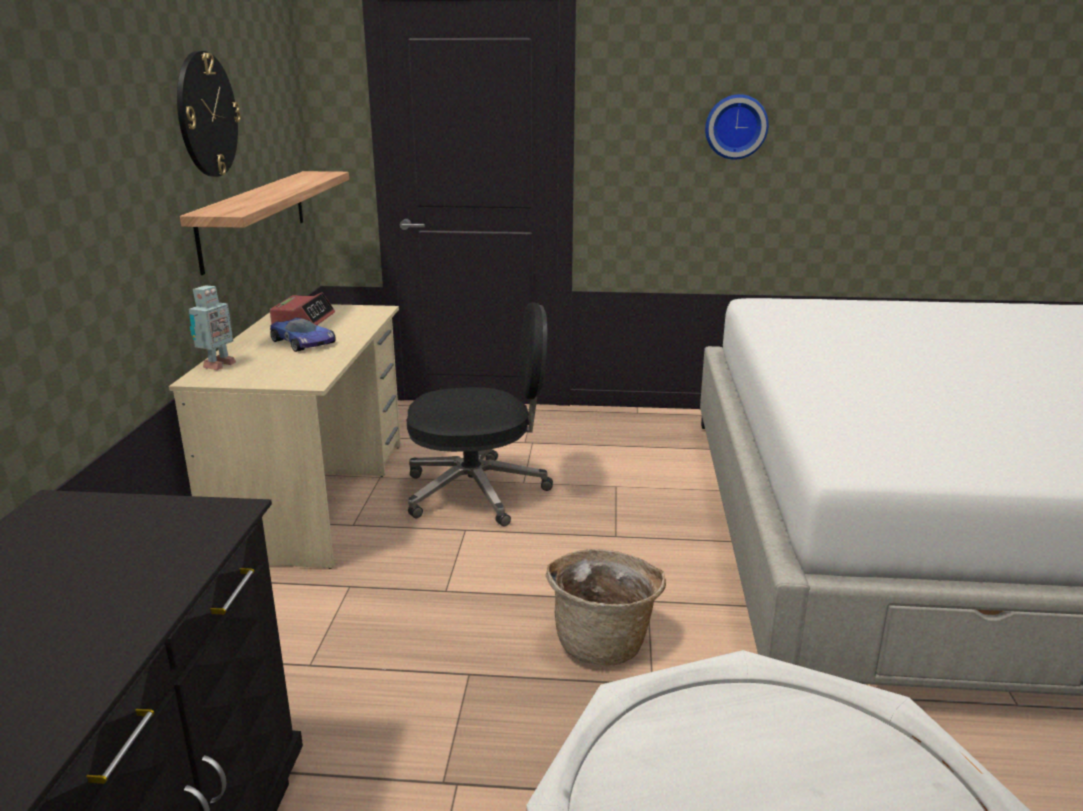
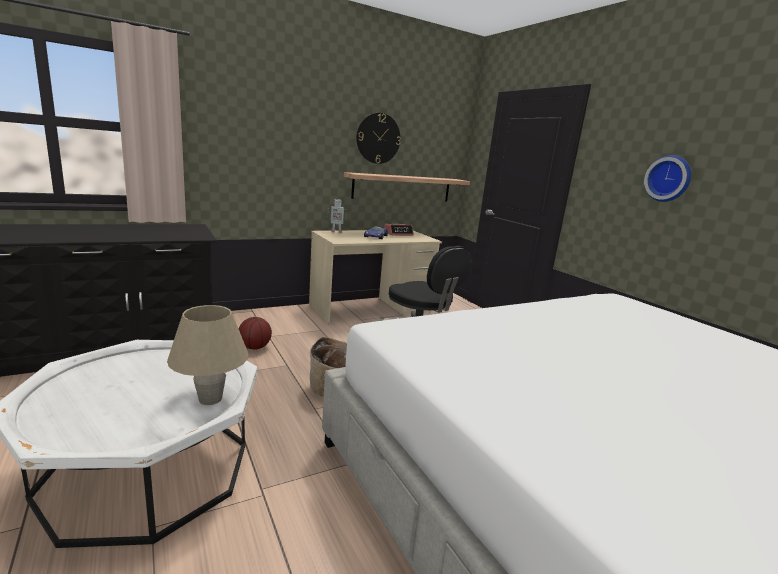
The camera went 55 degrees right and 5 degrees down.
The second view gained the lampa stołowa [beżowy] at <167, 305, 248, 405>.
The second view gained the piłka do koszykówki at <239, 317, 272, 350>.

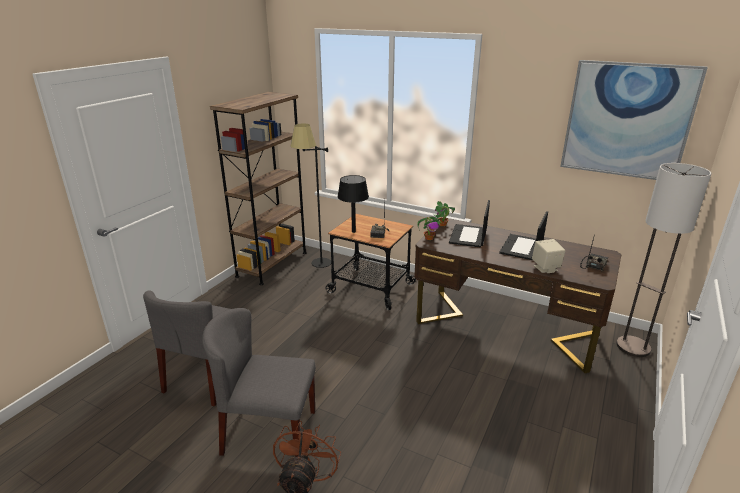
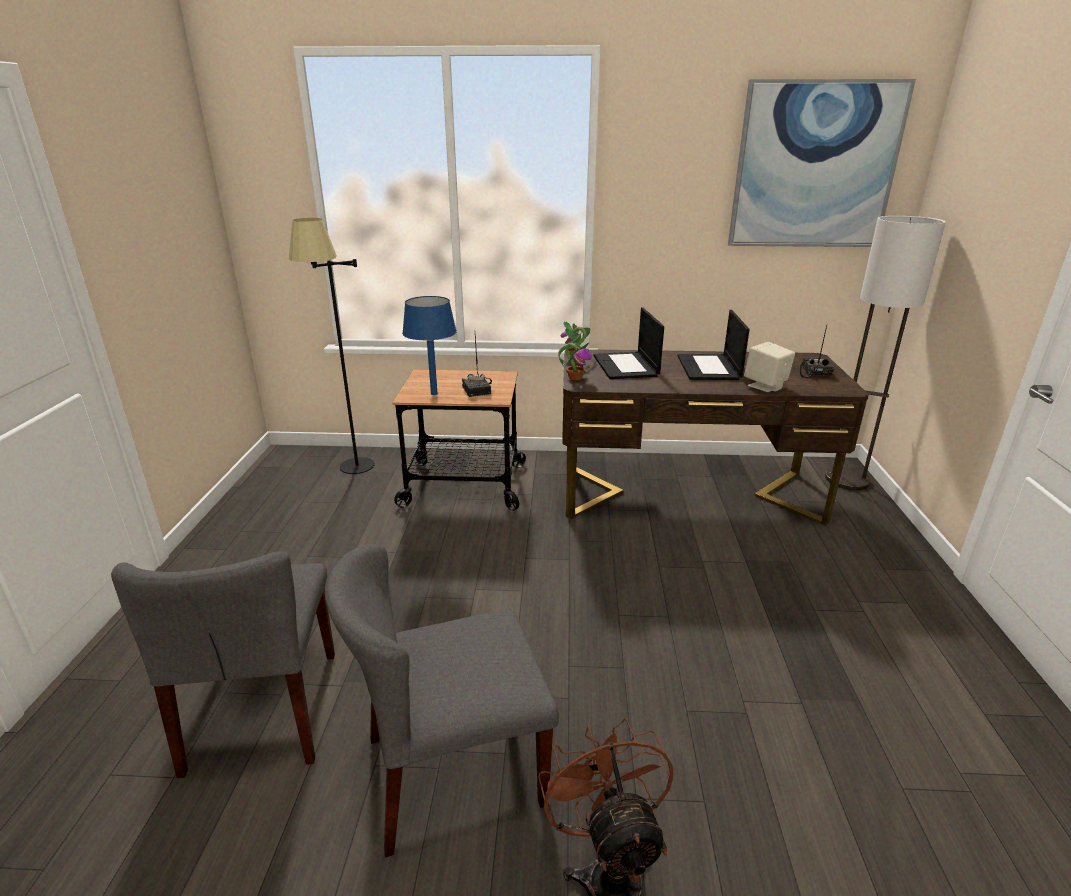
The camera went 25 degrees left and 0 degrees up.
The second view lost the regał [brązowy] at <210, 92, 307, 285>.
What was the lampa stołowa [czarny] at <338, 175, 369, 233> turned into the lampa stołowa [niebieski] at <402, 296, 457, 395>.

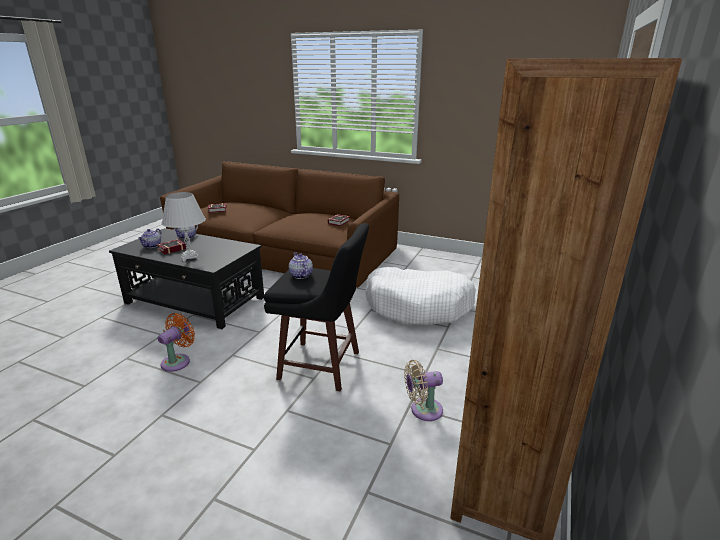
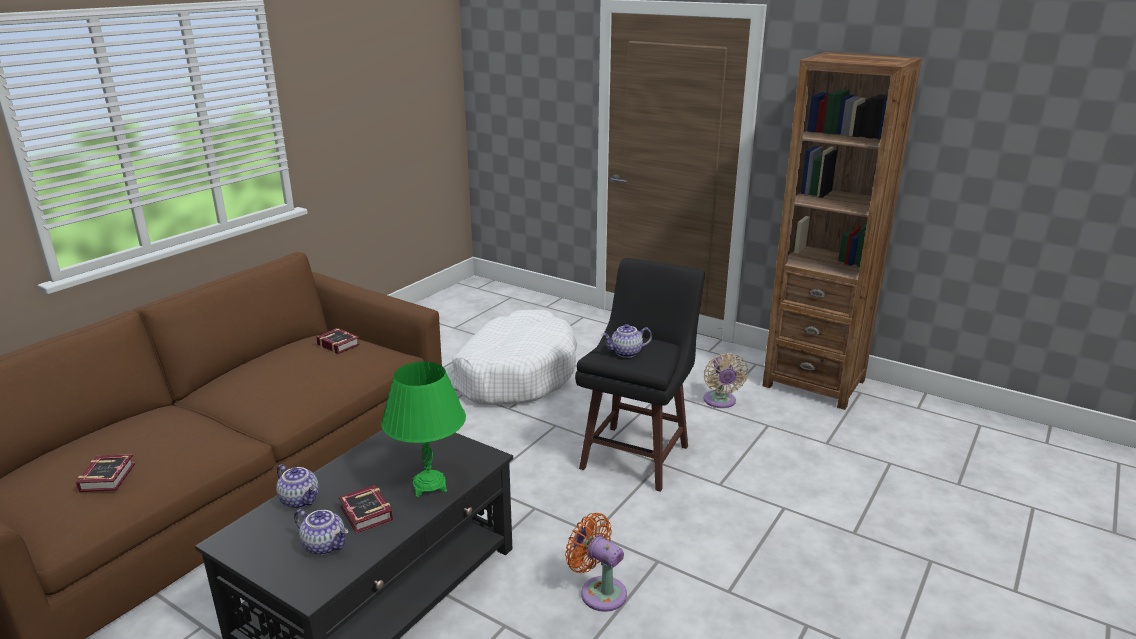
The camera went 80 degrees left and 0 degrees up.
What was the lampa stołowa [biały] at <162, 192, 206, 262> turned into the lampa stołowa [zielony] at <381, 362, 466, 497>.

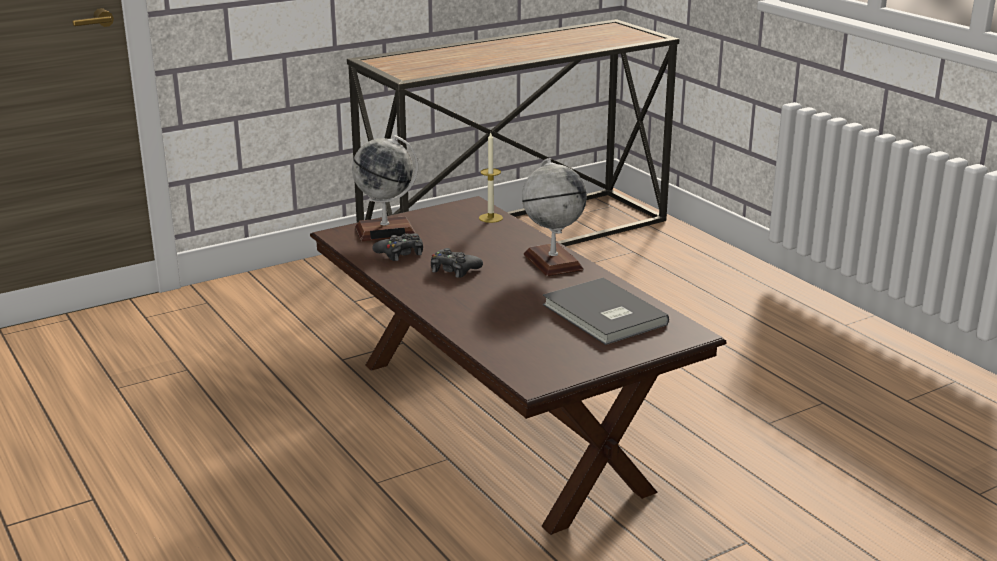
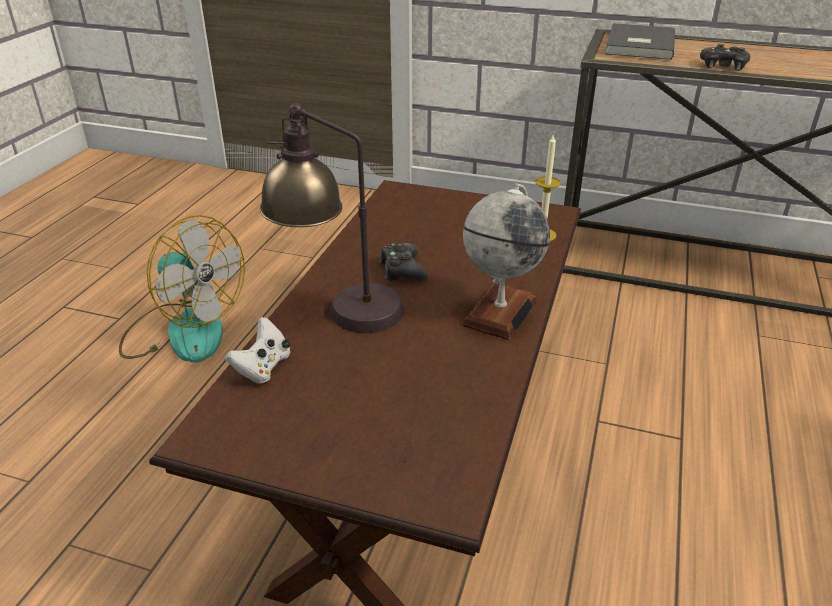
The camera went 50 degrees right and 10 degrees up.
The second view lost the globus at <352, 135, 418, 241>.
The second view gained the wentylator at <119, 215, 245, 363>.
The second view gained the pad do gier [biały] at <225, 317, 290, 384>.
The second view gained the lampa stołowa at <260, 103, 404, 333>.
The pad do gier [czarny] ended up elsewhere, having gone from <372, 233, 423, 261> to <700, 44, 750, 71>.
The książka [szary] ended up elsewhere, having gone from <543, 278, 669, 345> to <605, 23, 675, 60>.

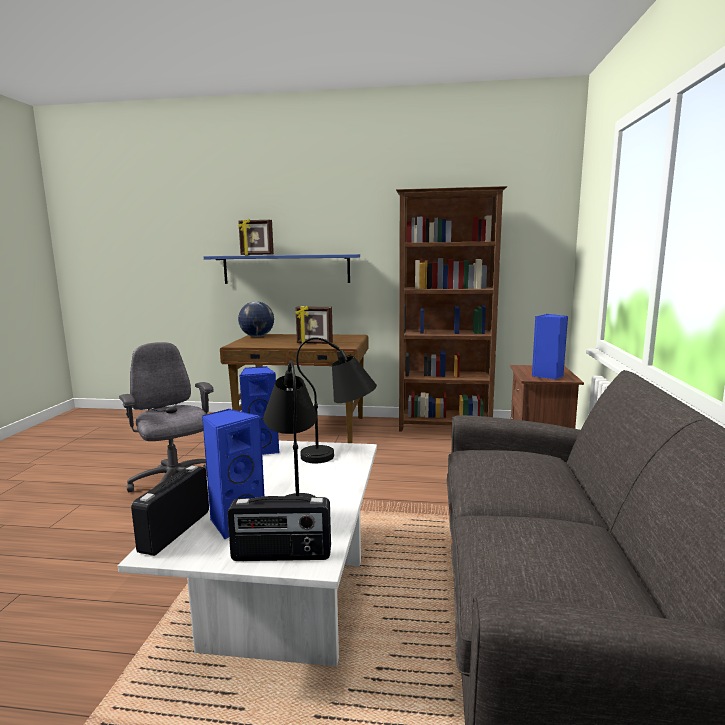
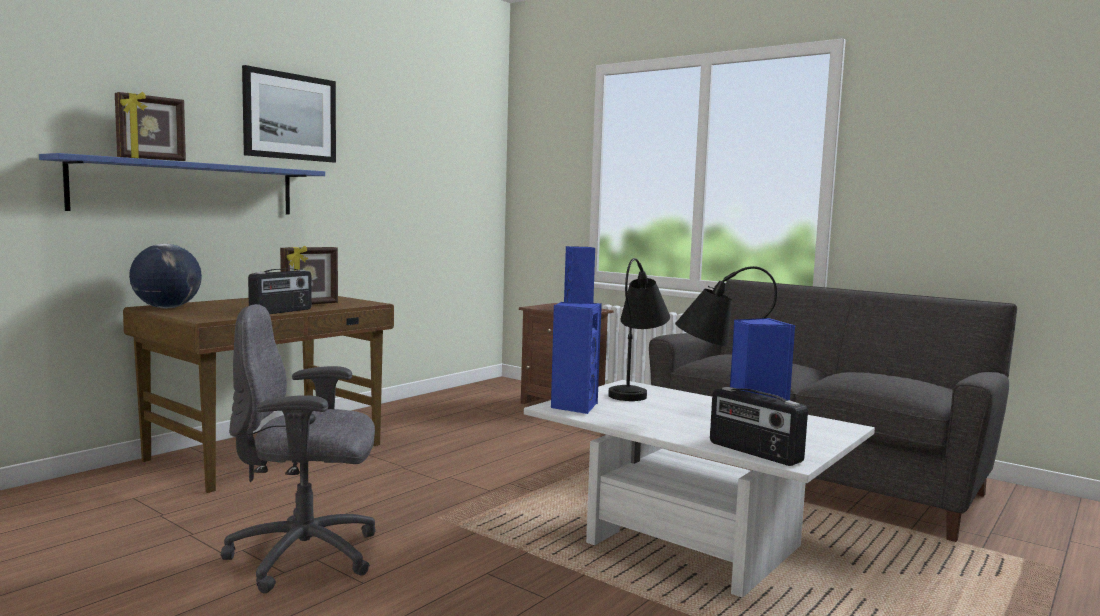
The camera went 60 degrees left and 5 degrees down.
The second view lost the regał [brązowy] at <396, 186, 507, 432>.
The second view gained the obraz at <242, 65, 336, 162>.
The radio ended up elsewhere, having gone from <227, 496, 331, 561> to <248, 268, 312, 314>.

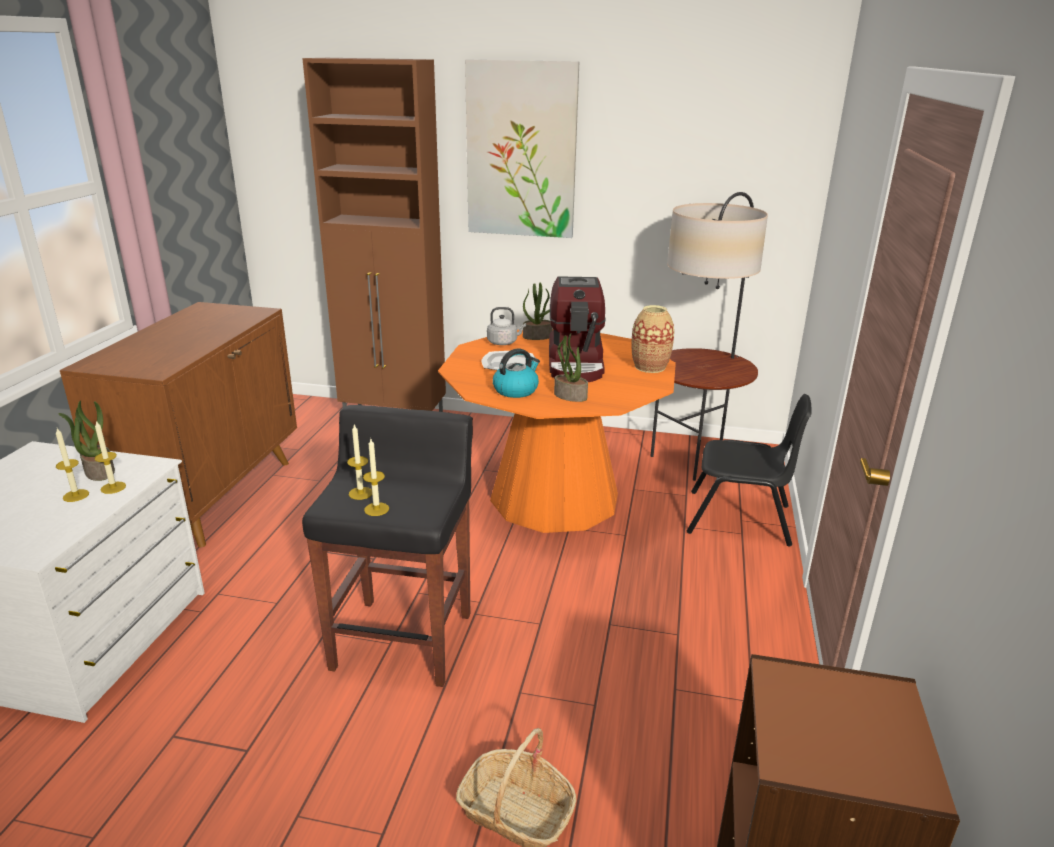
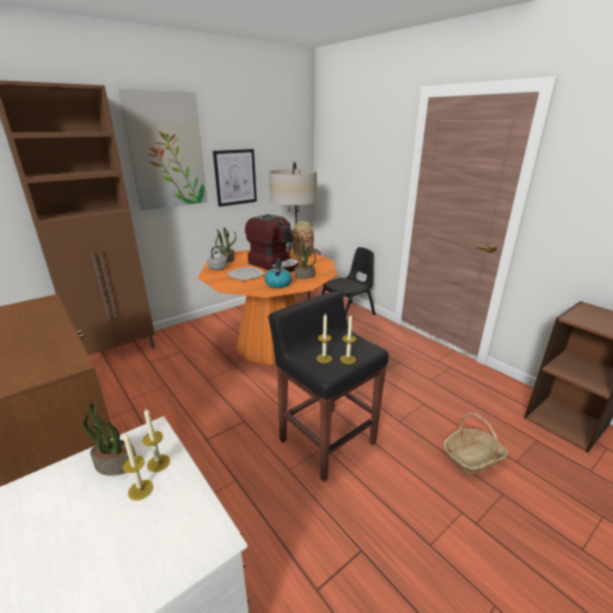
The camera went 50 degrees left and 0 degrees up.
The second view gained the obraz at <213, 149, 257, 207>.

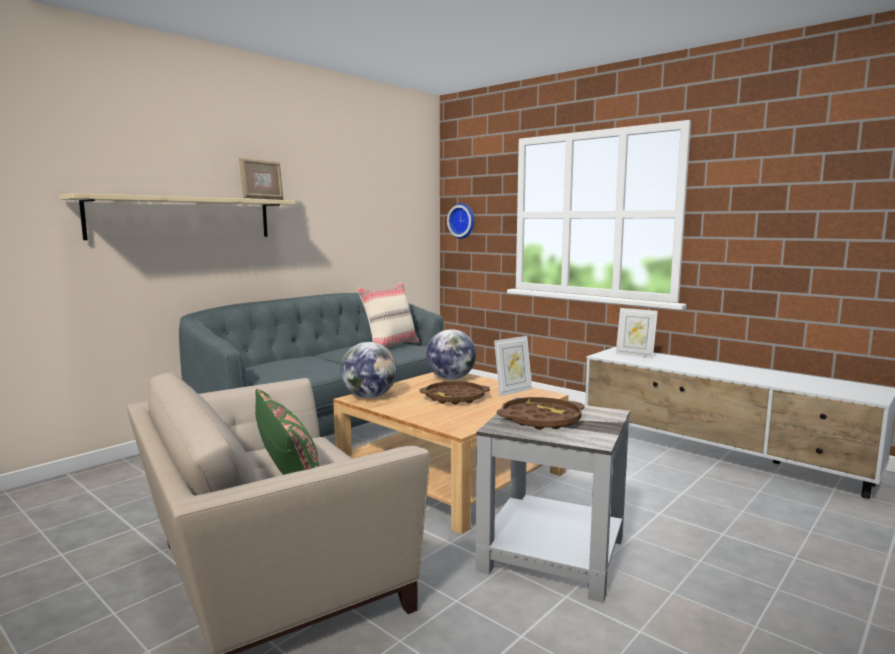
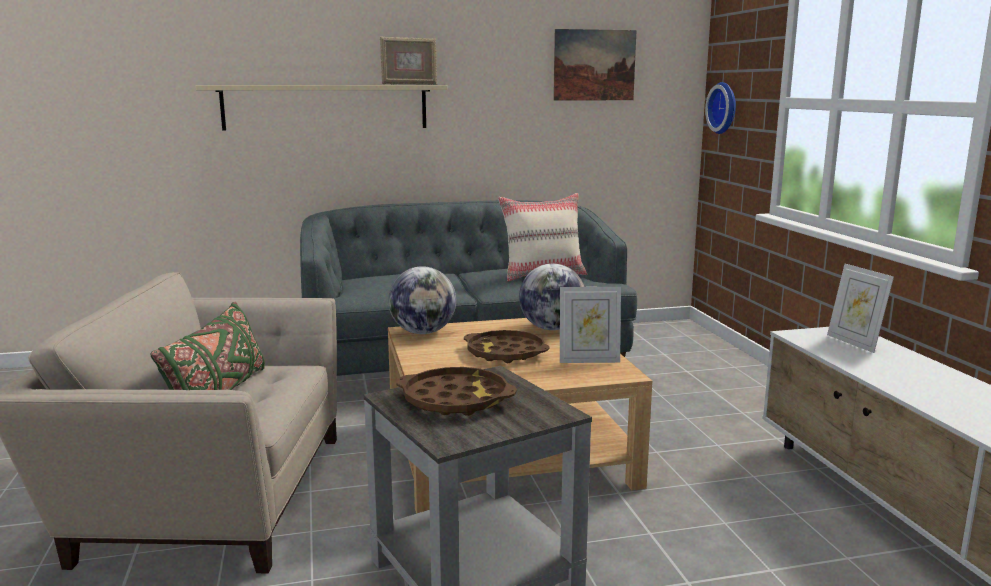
The camera went 35 degrees right and 5 degrees up.
The second view gained the obraz at <553, 29, 637, 101>.

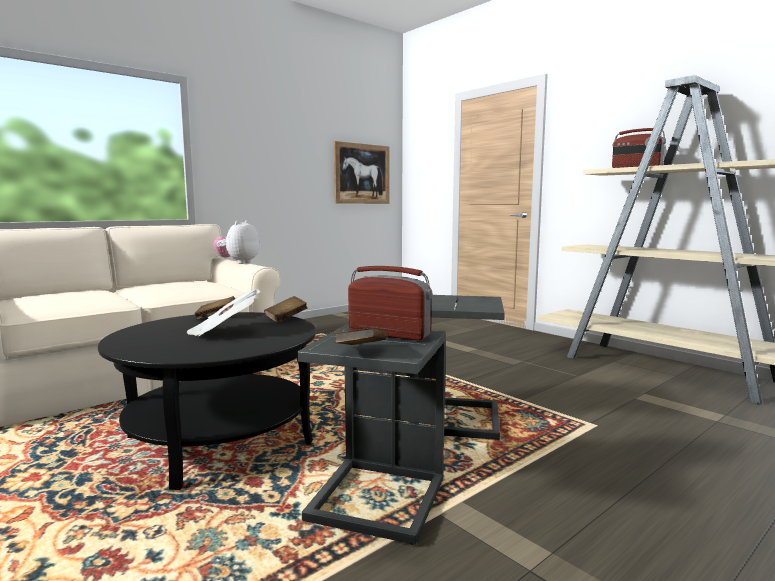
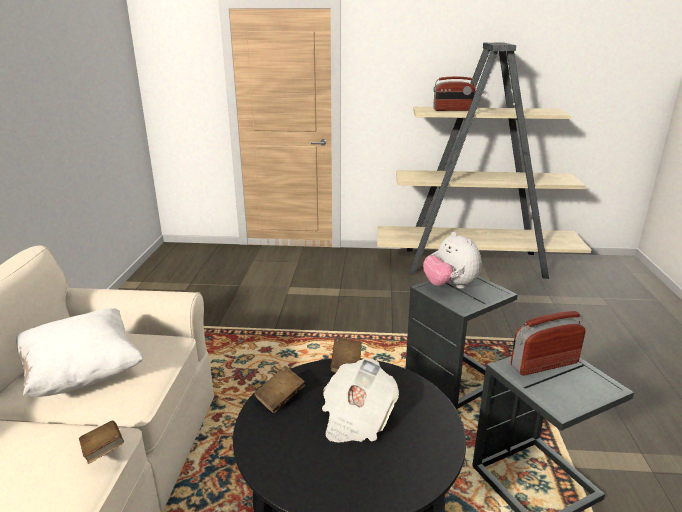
The camera went 45 degrees left and 15 degrees up.
The second view lost the obraz at <334, 141, 390, 204>.
The second view gained the poduszka [biały] at <16, 308, 144, 397>.
The pluszak ended up elsewhere, having gone from <213, 220, 260, 264> to <423, 232, 482, 289>.
The książka [brązowy] ended up elsewhere, having gone from <333, 328, 387, 345> to <79, 421, 124, 464>.

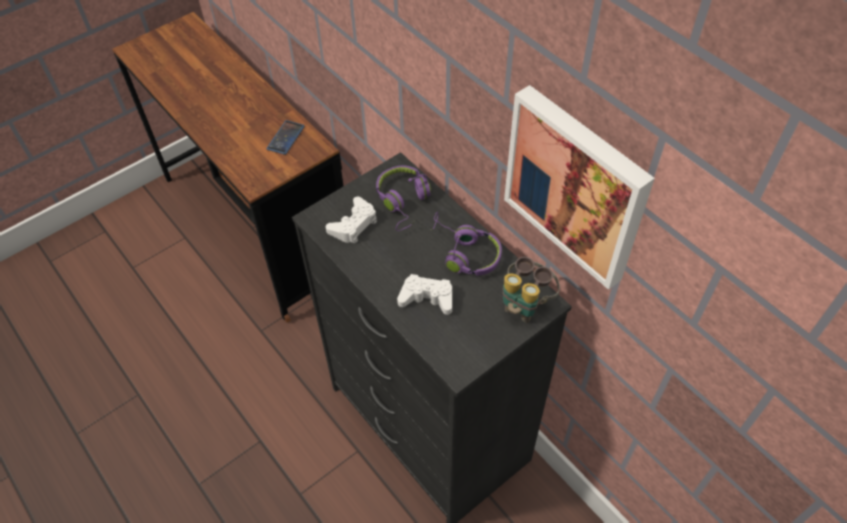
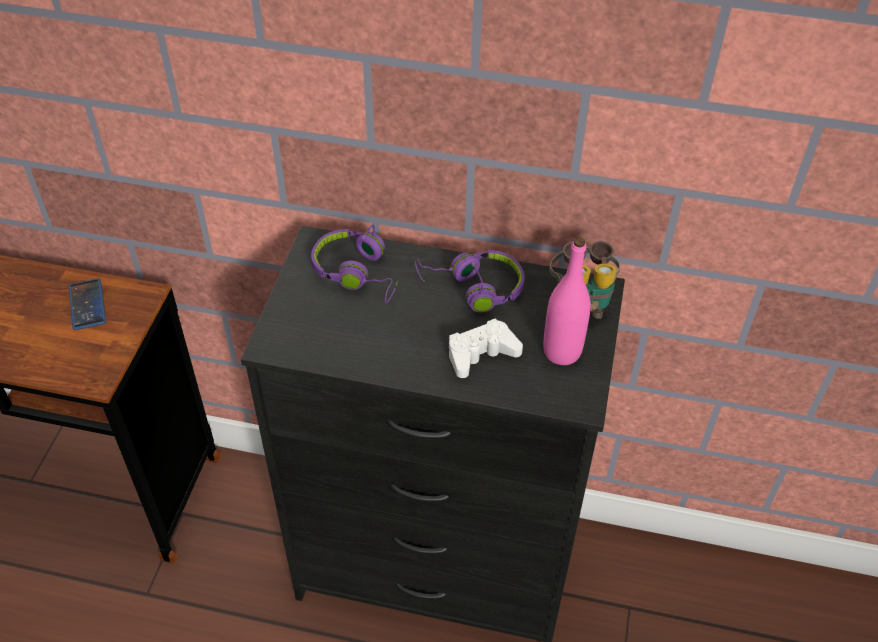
The camera went 40 degrees left and 5 degrees down.
The second view lost the pad do gier [biały] at <326, 197, 377, 244>.
The second view lost the obraz at <504, 85, 655, 290>.
The second view gained the butelka [różowy] at <543, 237, 591, 365>.

